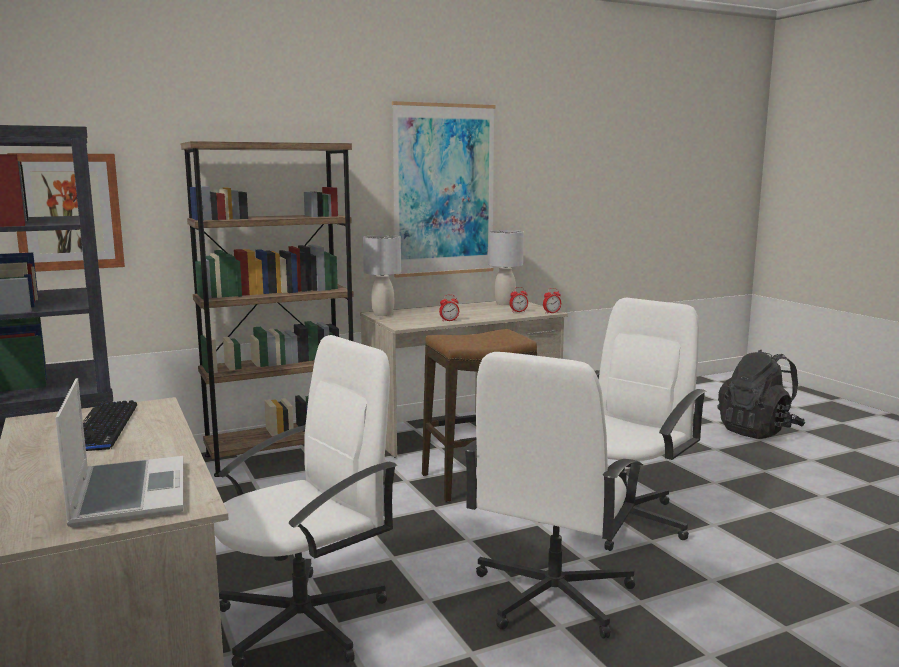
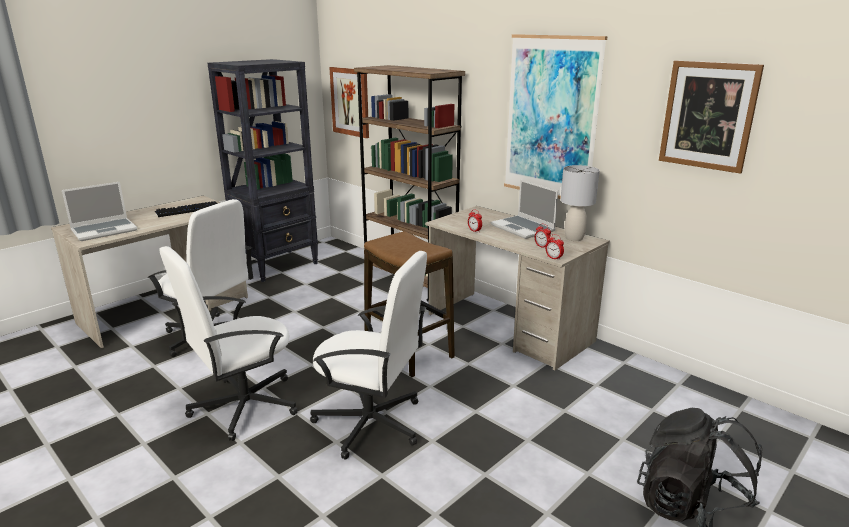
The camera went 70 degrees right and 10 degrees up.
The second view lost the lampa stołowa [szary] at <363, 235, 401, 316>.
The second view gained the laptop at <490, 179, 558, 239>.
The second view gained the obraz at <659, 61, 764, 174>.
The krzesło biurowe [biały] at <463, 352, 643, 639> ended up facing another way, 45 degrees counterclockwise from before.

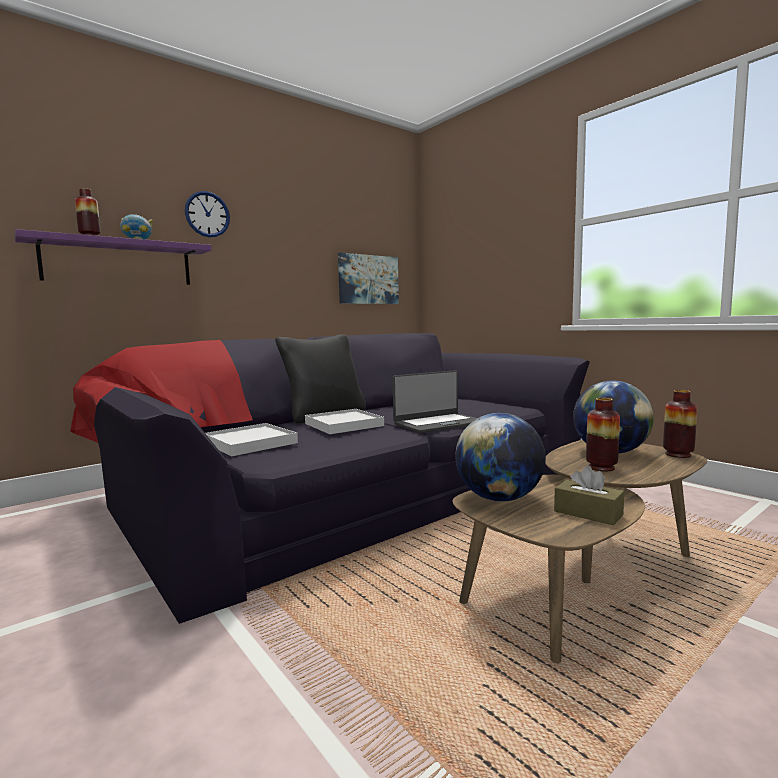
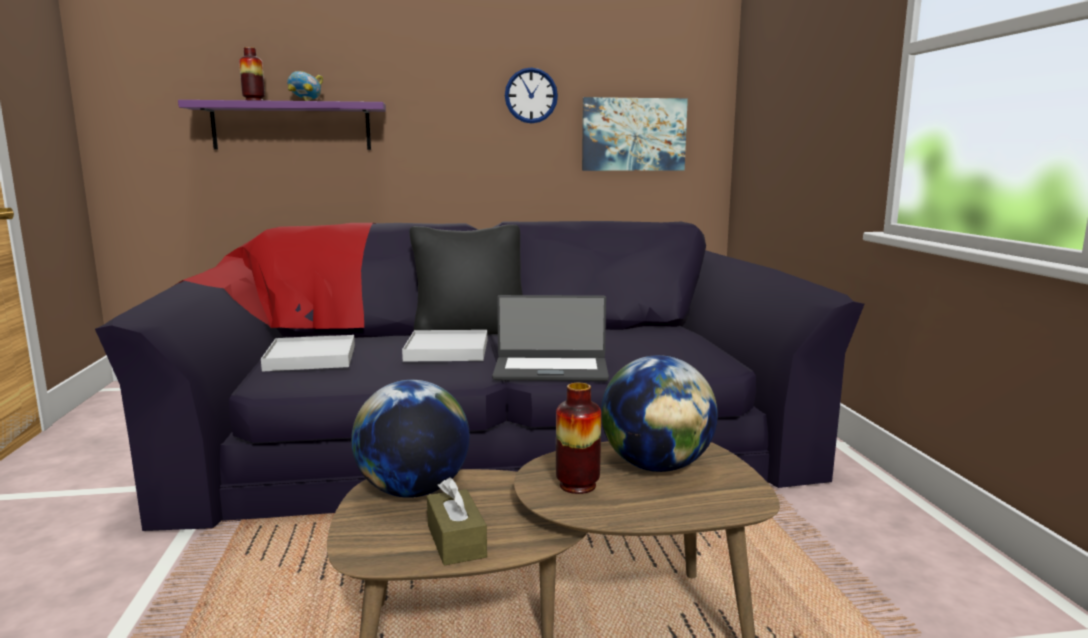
The camera went 30 degrees right and 5 degrees up.
The second view lost the wazon at <663, 390, 697, 458>.
The zegar ścienny ended up elsewhere, having gone from <185, 191, 230, 237> to <505, 67, 558, 123>.

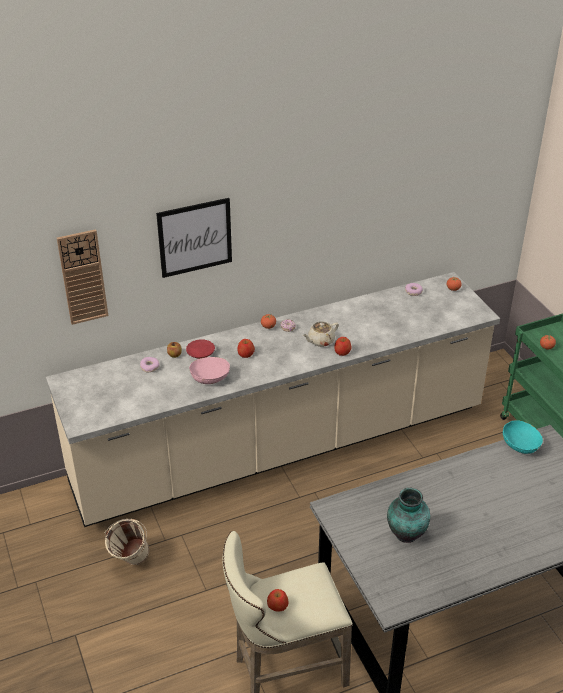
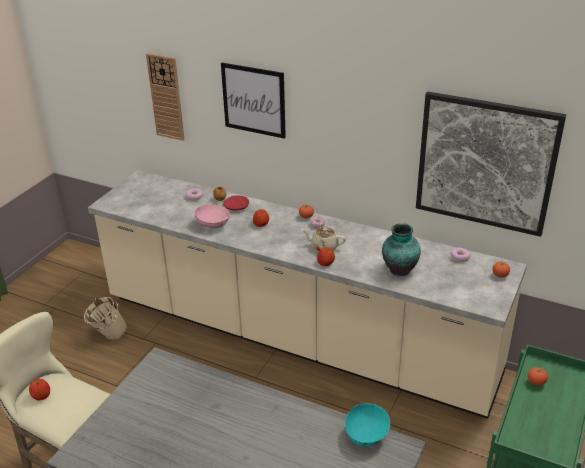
The camera went 50 degrees right and 5 degrees down.
The second view gained the obraz at <416, 92, 566, 237>.
The wazon ended up elsewhere, having gone from <387, 488, 430, 543> to <382, 223, 421, 276>.

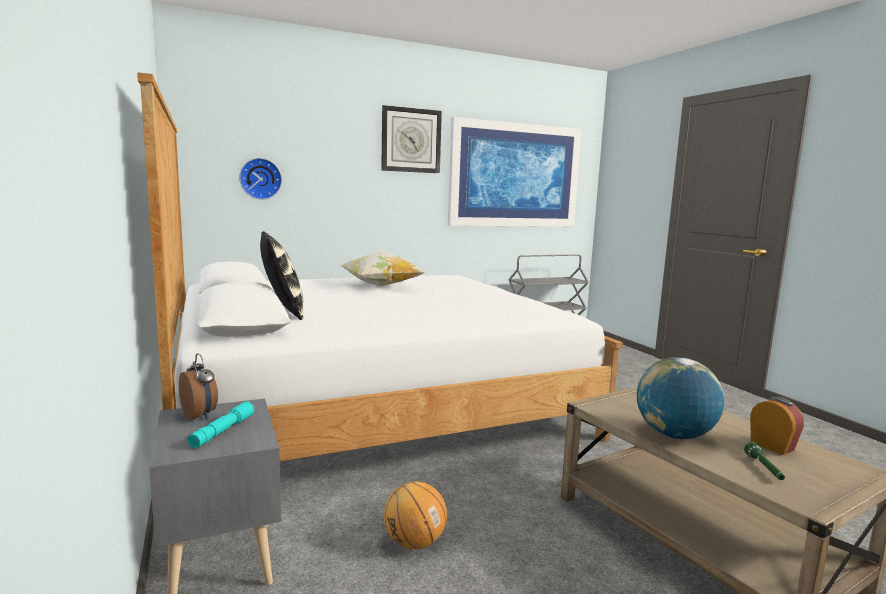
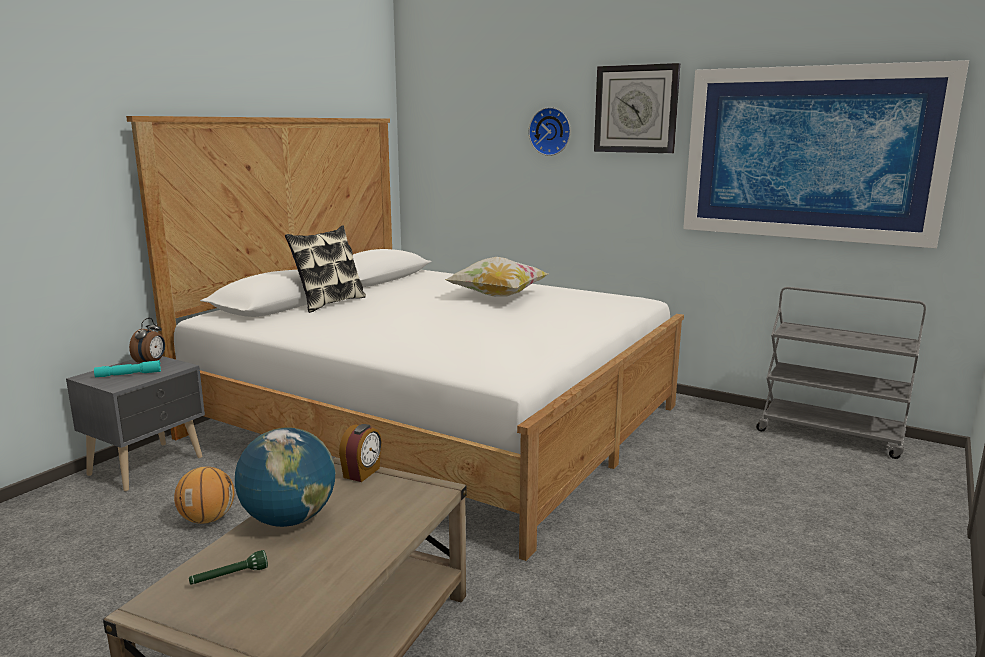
The camera went 55 degrees right and 5 degrees up.
The zegar ścienny ended up elsewhere, having gone from <239, 158, 282, 200> to <529, 107, 571, 156>.
The budzik ended up elsewhere, having gone from <750, 397, 804, 455> to <339, 424, 382, 482>.

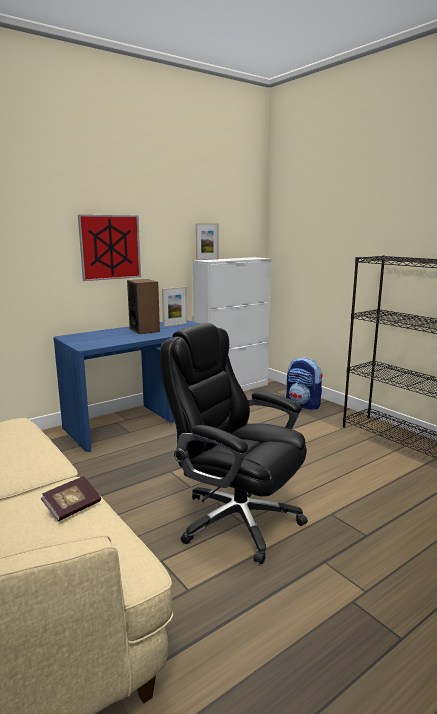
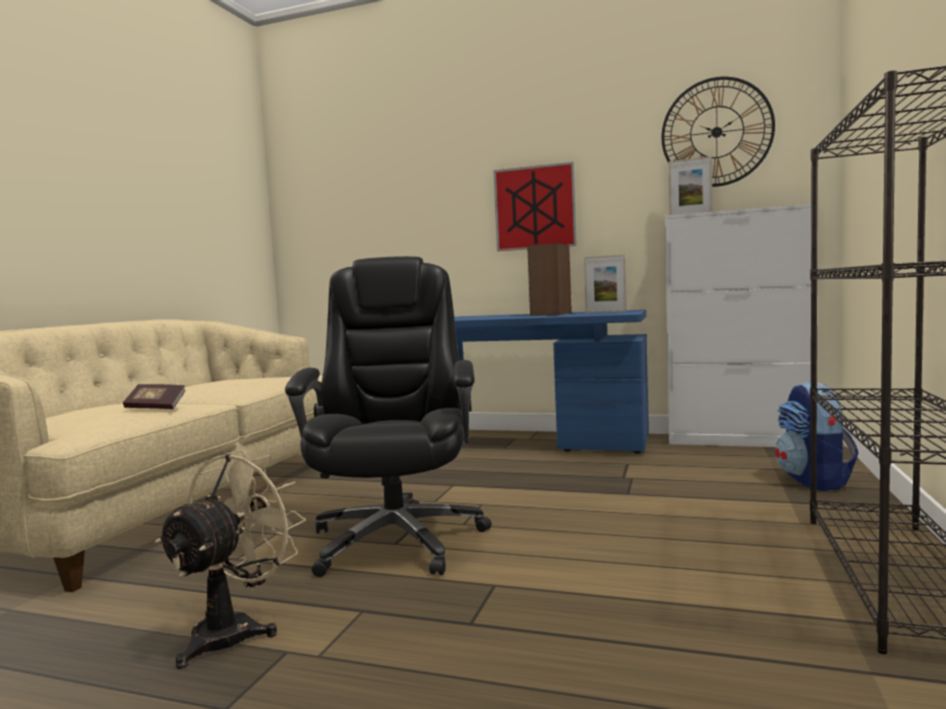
The camera went 55 degrees right and 10 degrees down.
The second view gained the wentylator [beżowy] at <155, 450, 306, 669>.
The second view gained the zegar ścienny at <661, 77, 775, 187>.

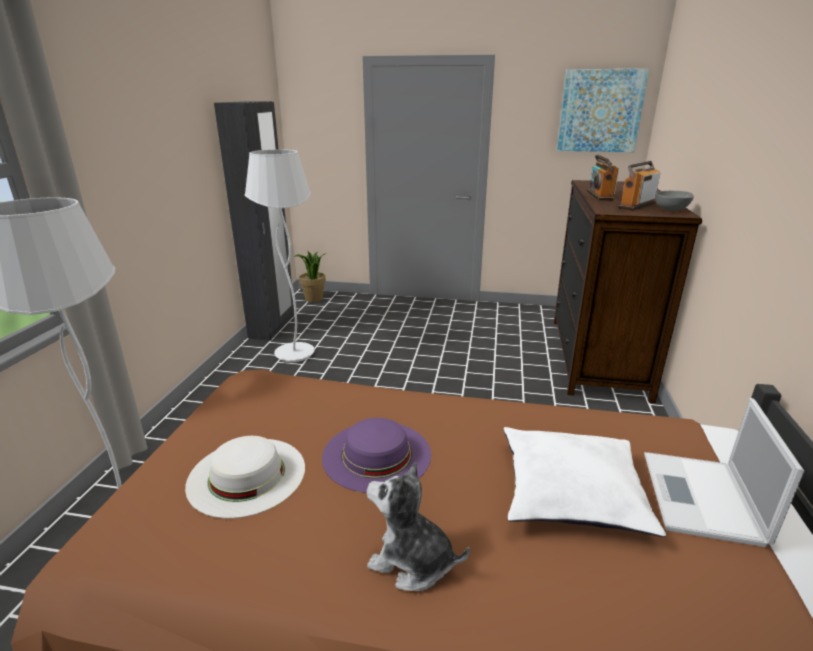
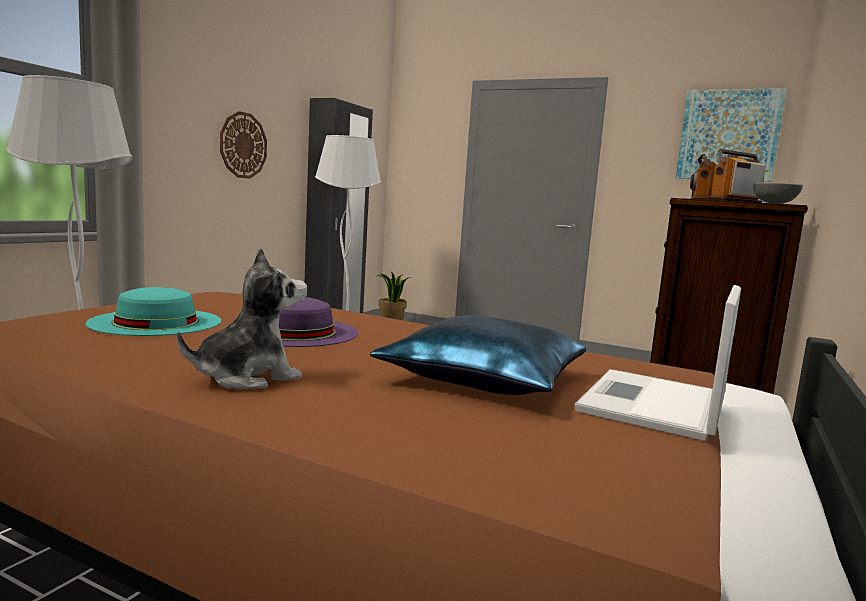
The camera went 15 degrees right and 15 degrees down.
The second view gained the zegar ścienny at <220, 111, 267, 179>.
What was the kapelusz [biały] at <185, 436, 305, 518> turned into the kapelusz [turkusowy] at <86, 287, 221, 336>.
What was the poduszka [biały] at <504, 427, 666, 537> turned into the poduszka [niebieski] at <370, 315, 586, 395>.
The pluszak at <367, 462, 470, 591> ended up facing another way, 105 degrees clockwise from before.

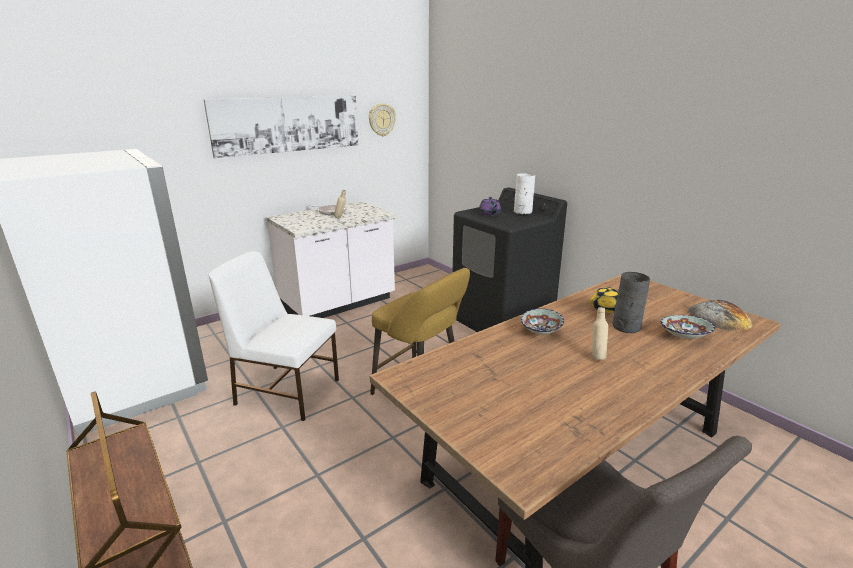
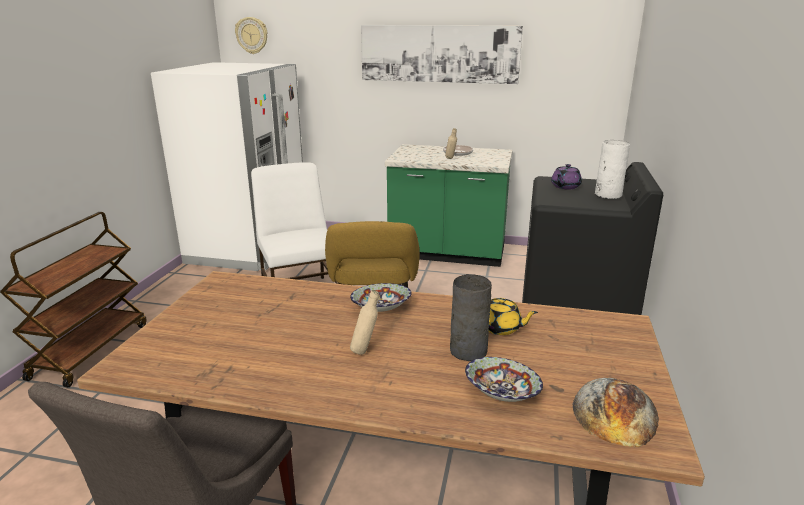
The camera went 50 degrees right and 0 degrees up.
The zegar ścienny ended up elsewhere, having gone from <369, 103, 396, 136> to <235, 17, 267, 54>.
What was the zabudowa kuchenna [biały] at <266, 201, 396, 318> turned into the zabudowa kuchenna [zielony] at <385, 144, 513, 267>.

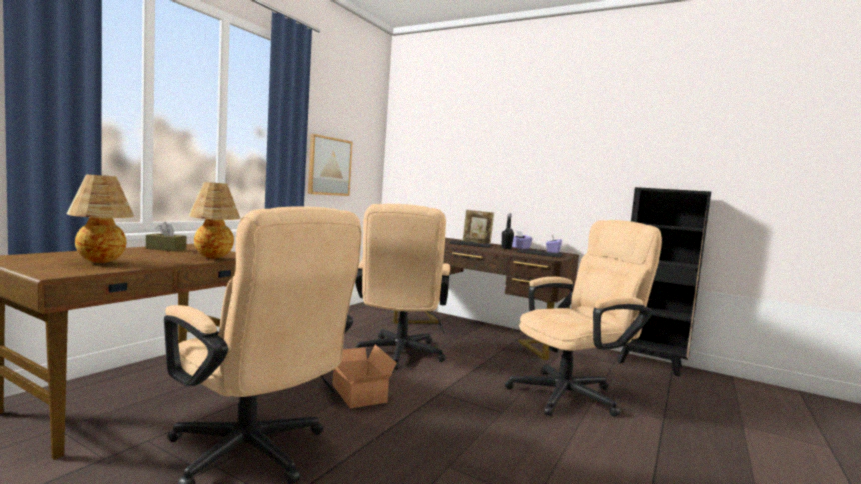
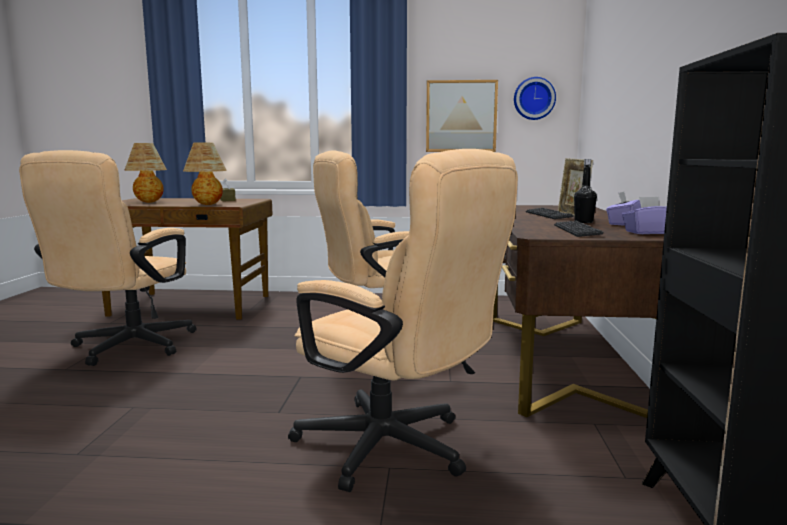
The camera went 65 degrees right and 5 degrees up.
The second view lost the karton at <333, 344, 397, 408>.
The second view gained the zegar ścienny at <514, 77, 556, 120>.

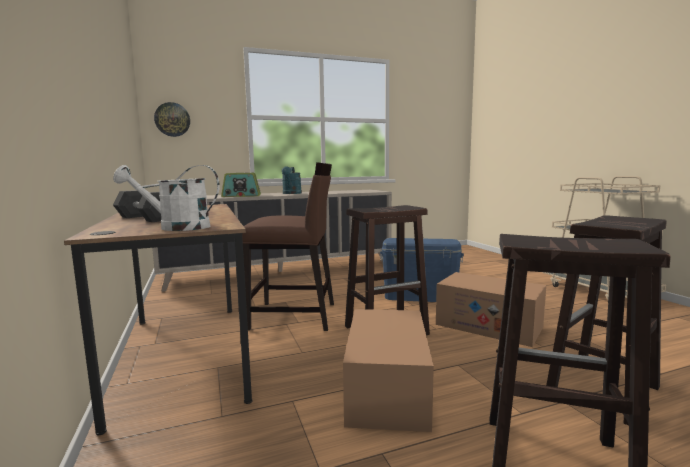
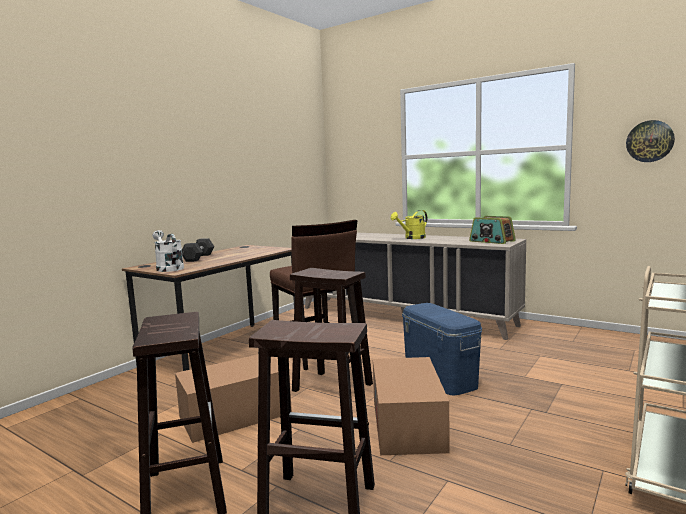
The camera went 55 degrees right and 0 degrees up.
The zegar ścienny ended up elsewhere, having gone from <154, 102, 190, 137> to <626, 120, 675, 162>.
The radio ended up elsewhere, having gone from <221, 173, 261, 197> to <469, 216, 516, 244>.
What was the konewka [turkusowy] at <282, 166, 302, 194> turned into the konewka [żółty] at <391, 210, 427, 239>.

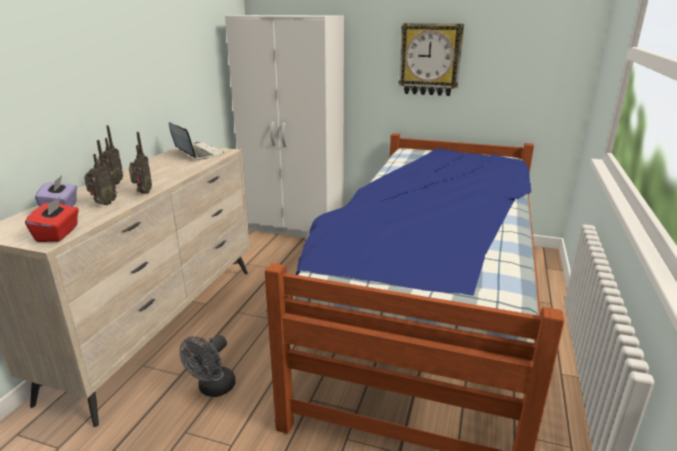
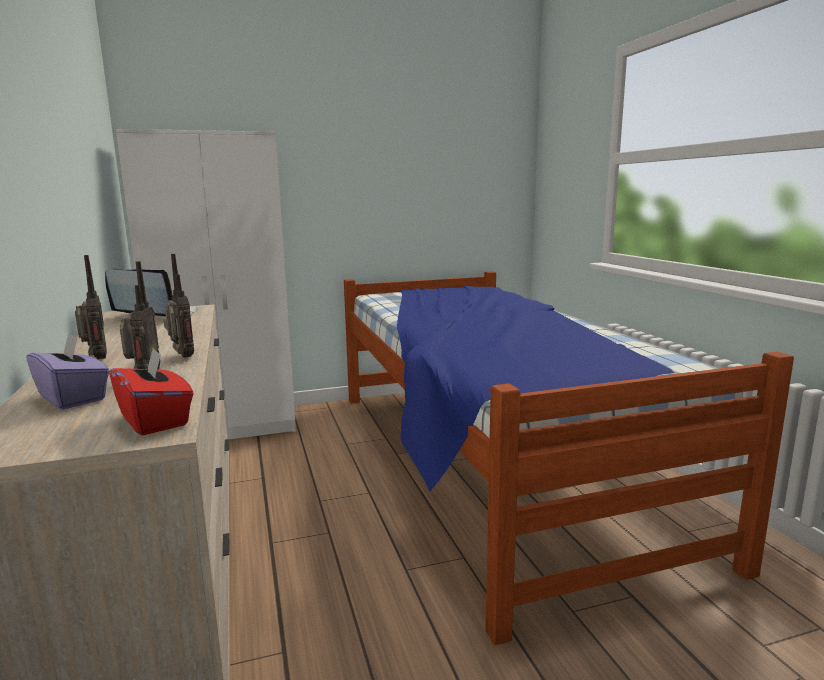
The camera went 35 degrees left and 10 degrees down.
The second view lost the wentylator [szary] at <179, 335, 236, 397>.
The second view lost the zegar ścienny at <399, 23, 464, 96>.

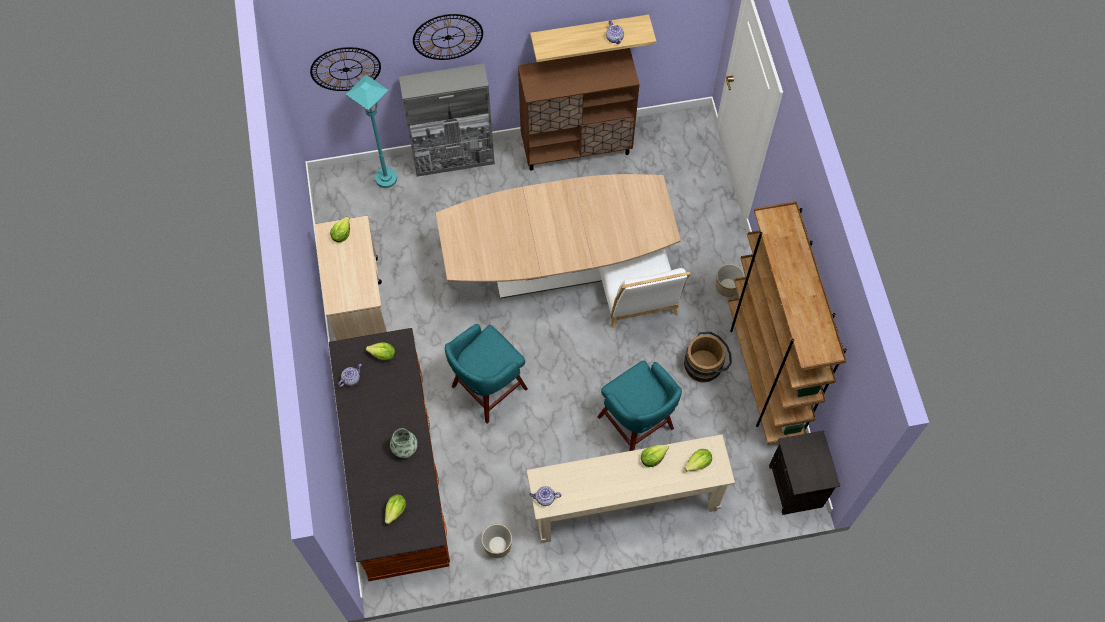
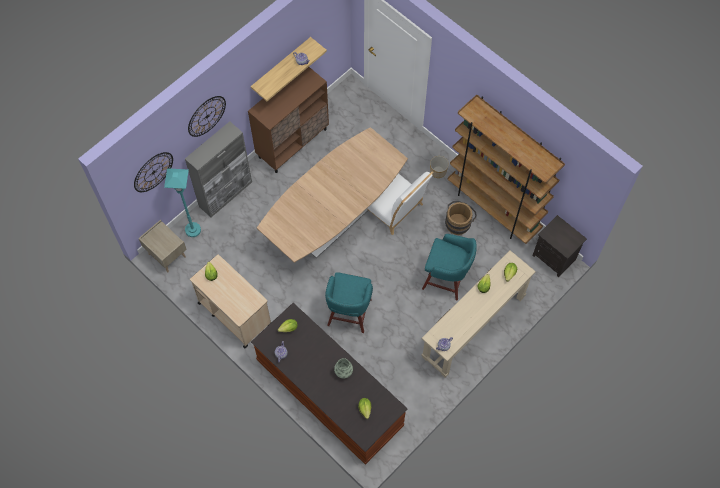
The camera went 35 degrees left and 0 degrees up.
The second view lost the donica at <481, 524, 512, 558>.
The second view gained the szafka nocna [beżowy] at <138, 220, 187, 273>.

